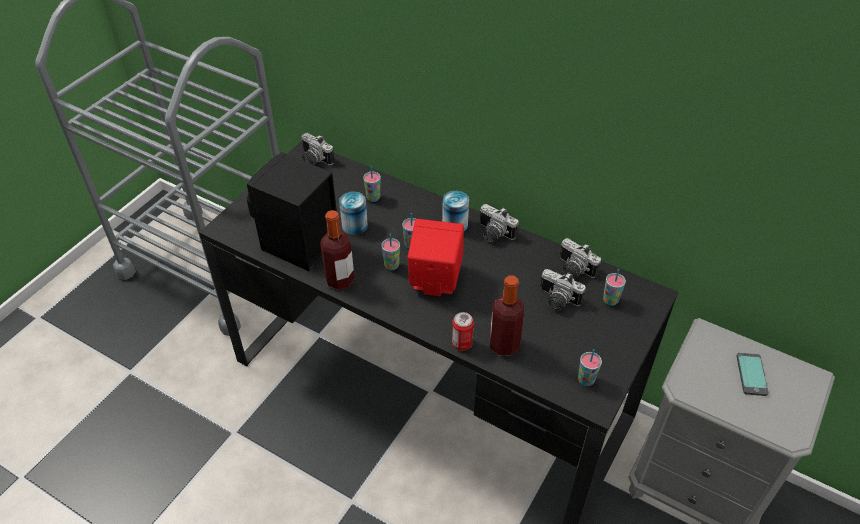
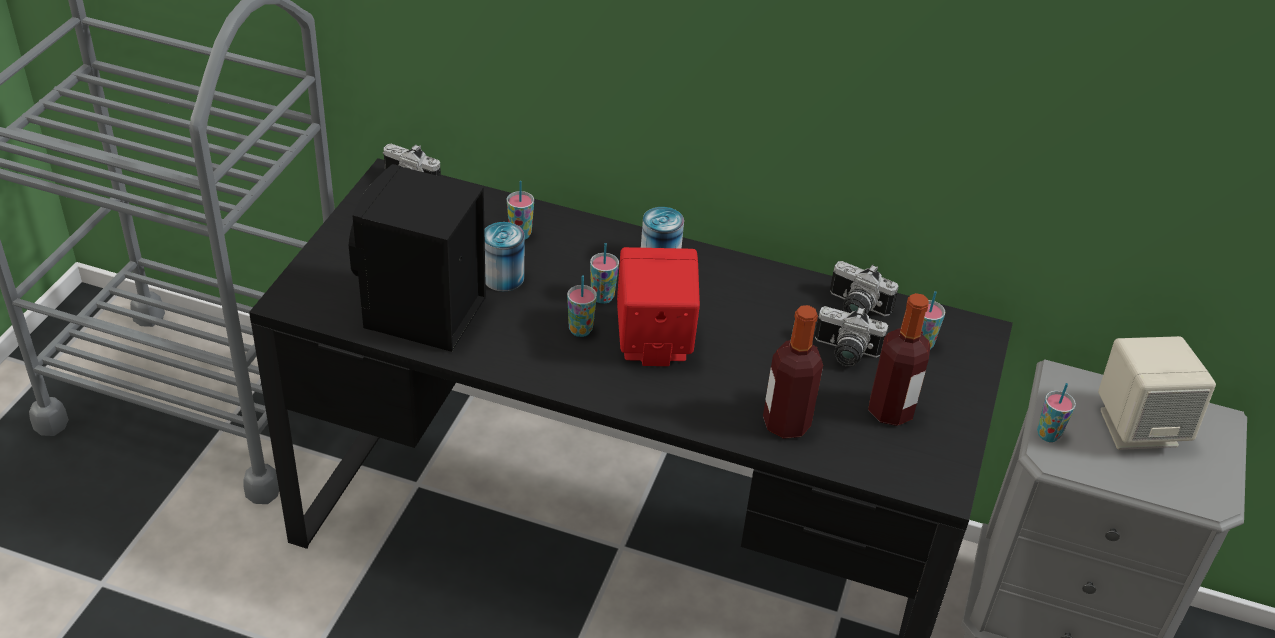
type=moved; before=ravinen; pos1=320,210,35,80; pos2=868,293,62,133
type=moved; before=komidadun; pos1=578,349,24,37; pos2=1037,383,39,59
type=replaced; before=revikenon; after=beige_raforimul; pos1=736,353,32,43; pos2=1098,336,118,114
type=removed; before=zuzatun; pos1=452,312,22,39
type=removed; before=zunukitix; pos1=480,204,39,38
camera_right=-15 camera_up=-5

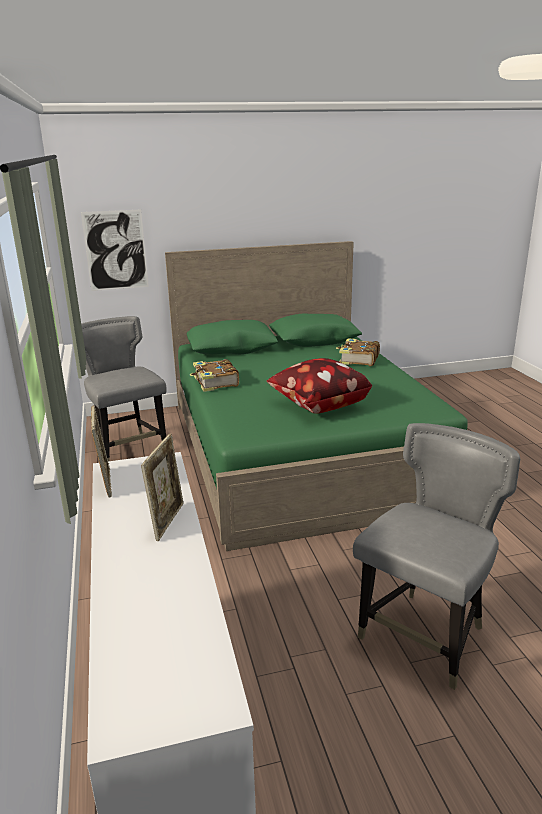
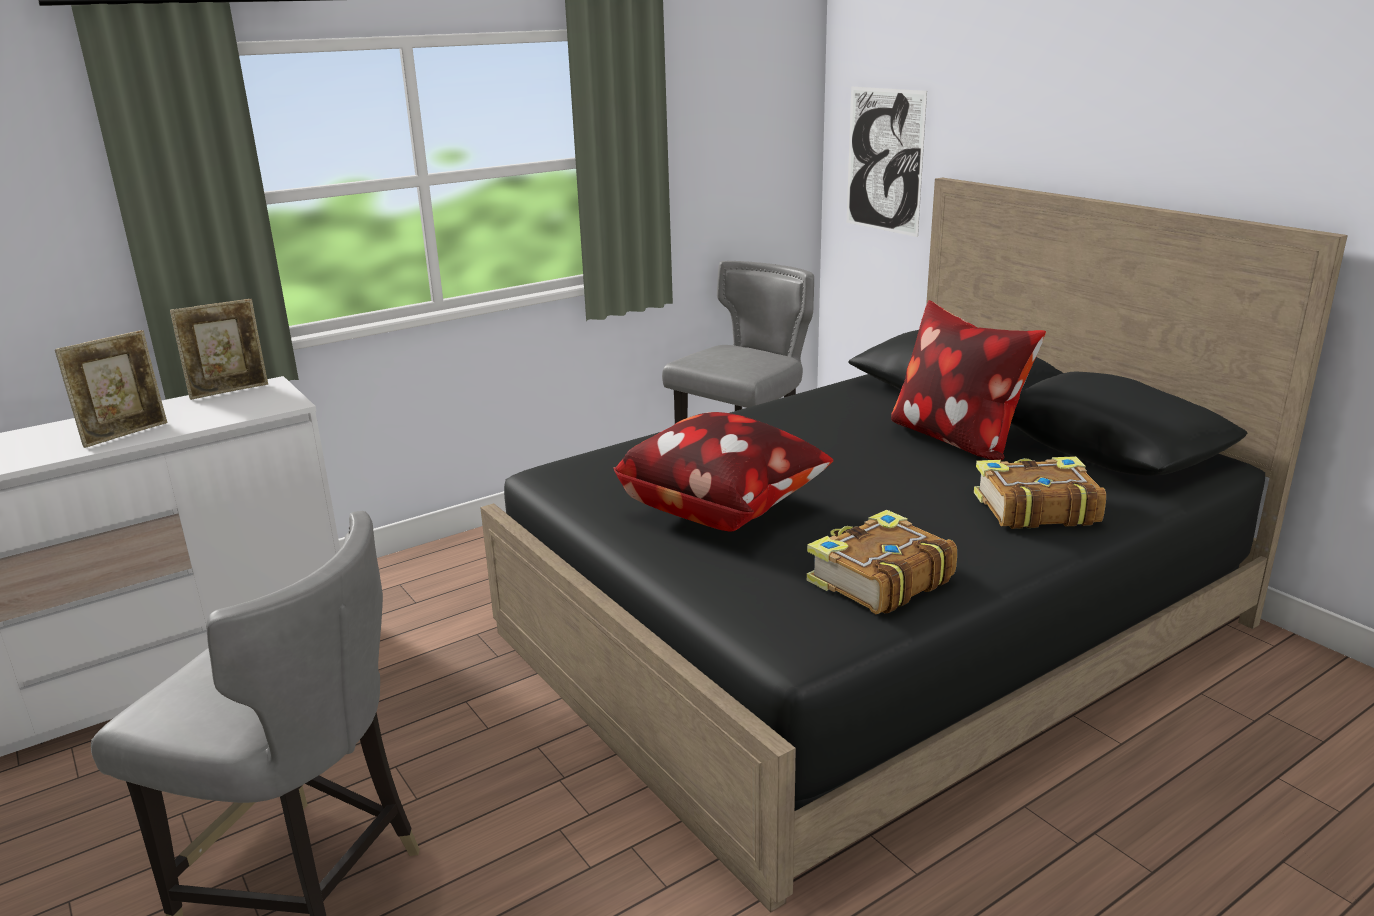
type=turned; before=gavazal; pos1=141,434,43,107; pos2=55,330,112,118; turn=-45
type=recoloured; before=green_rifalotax; after=black_rifalotax; pos1=165,241,303,310; pos2=480,178,868,734
type=moved; before=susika; pos1=190,359,49,33; pos2=807,510,150,104
type=added; after=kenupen; pos2=891,300,155,160
camera_right=70 camera_up=0

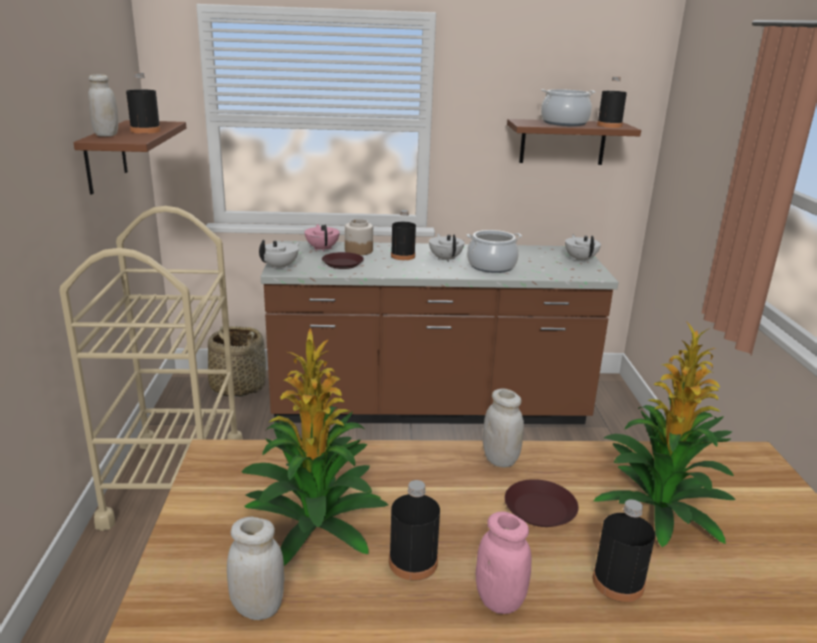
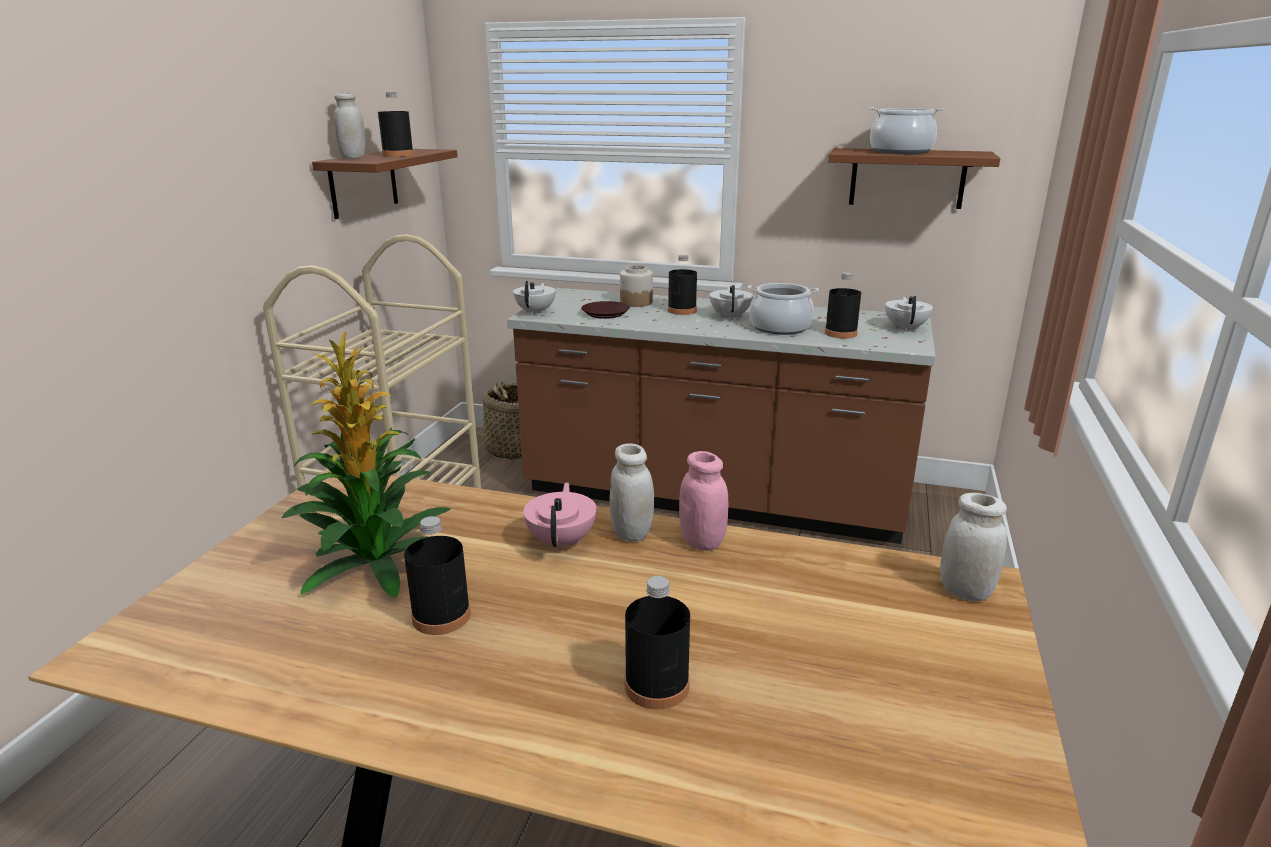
type=turned; before=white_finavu; pos1=259,240,41,29; pos2=513,281,43,34; turn=-45
type=moved; before=pink_finavu; pos1=305,224,35,28; pos2=523,482,74,69
type=moved; before=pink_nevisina; pos1=476,511,55,103; pos2=679,451,49,100
type=moved; before=black_ravinen; pos1=597,76,30,52; pos2=825,272,36,67
type=moved; before=white_nevisina; pos1=227,517,58,103; pos2=940,493,67,108
type=removed; before=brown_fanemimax; pos1=505,479,74,48
type=removed; before=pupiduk; pos1=593,321,143,226
camera_right=20 camera_up=0

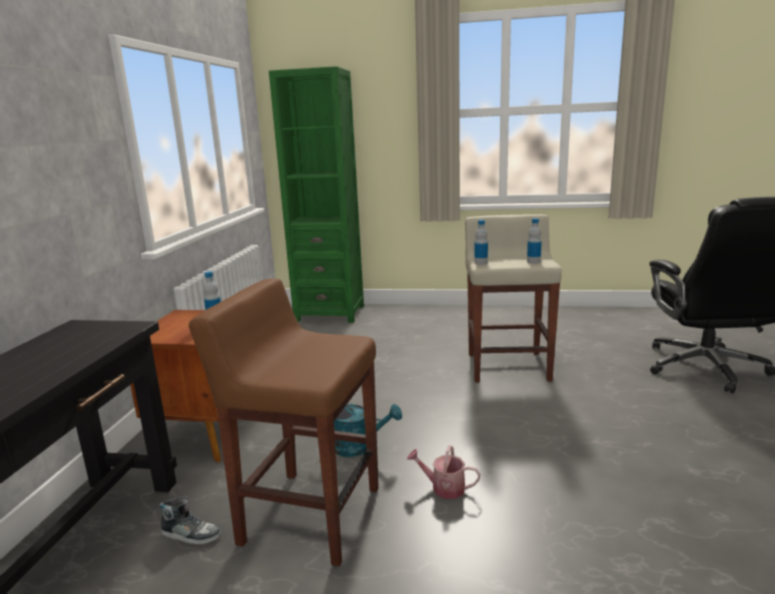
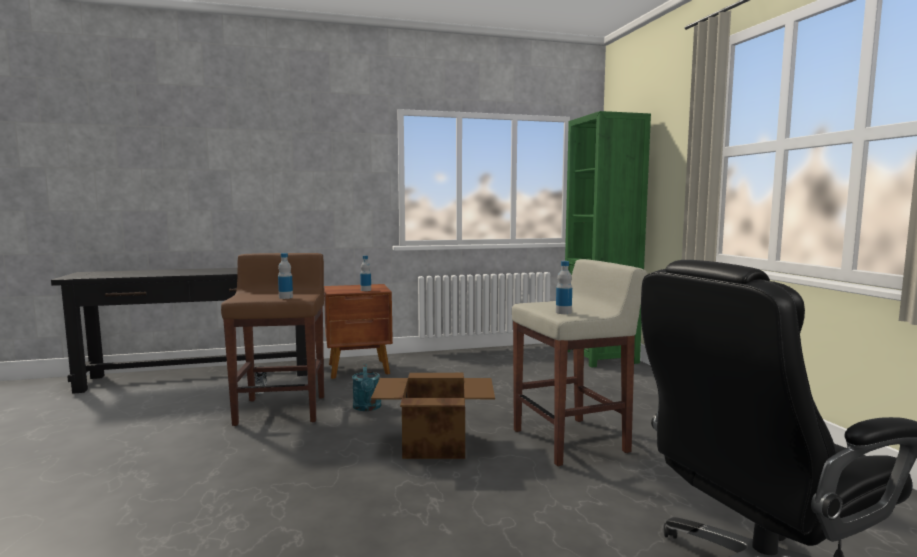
type=moved; before=ravinen; pos1=474,220,14,45; pos2=278,253,15,46
type=added; after=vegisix; pos2=371,373,124,86
type=removed; before=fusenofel; pos1=407,446,73,53
camera_right=65 camera_up=-10

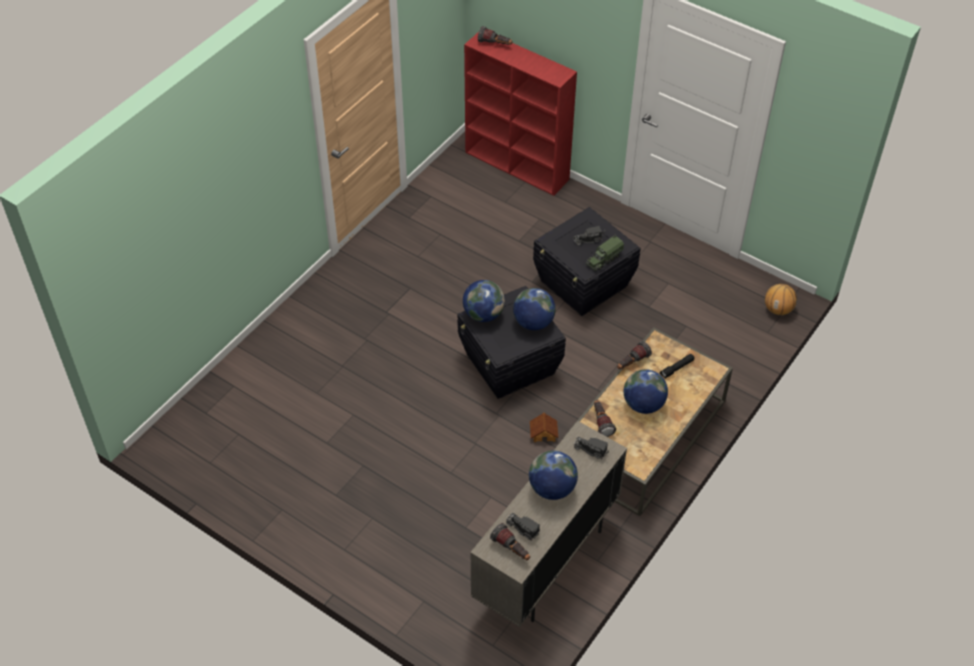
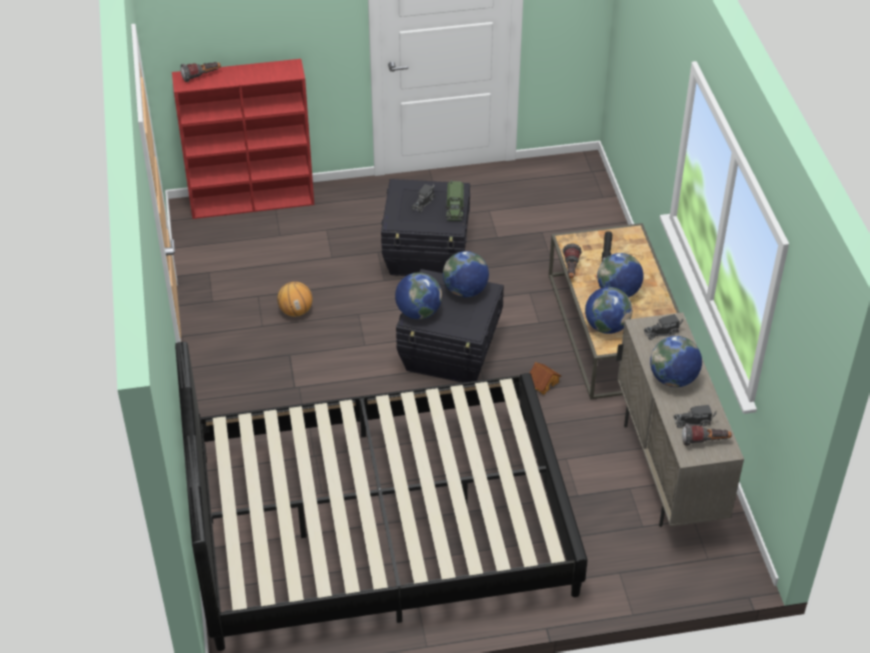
type=added; after=black_rifalotax; pos2=175,342,413,309
type=moved; before=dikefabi; pos1=765,284,32,31; pos2=277,282,36,35
type=replaced; before=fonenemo; after=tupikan; pos1=594,400,22,37; pos2=585,287,47,47
camera_right=-45 camera_up=-5

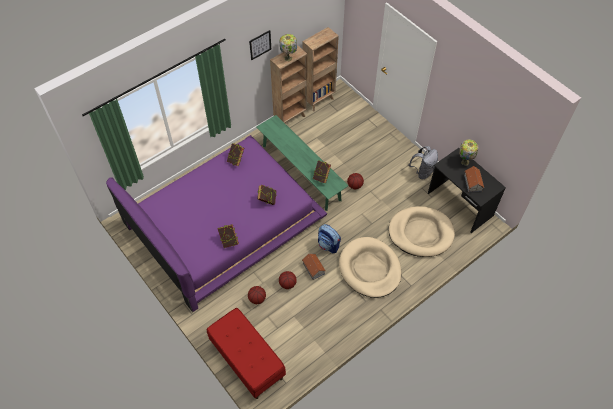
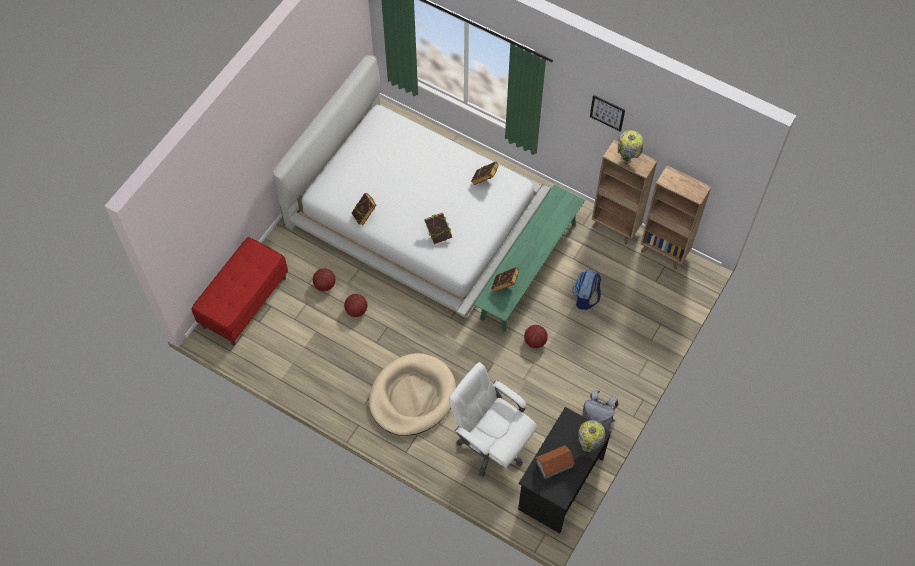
type=recoloured; before=purple_rifalotax; after=white_rifalotax; pos1=106,135,221,177; pos2=273,55,278,263
type=replaced; before=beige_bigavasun; after=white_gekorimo; pos1=388,206,67,51; pos2=449,362,88,114
type=moved; before=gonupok; pos1=318,224,23,29; pos2=572,269,29,41
type=removed; before=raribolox; pos1=302,253,24,27
camera_right=70 camera_up=5

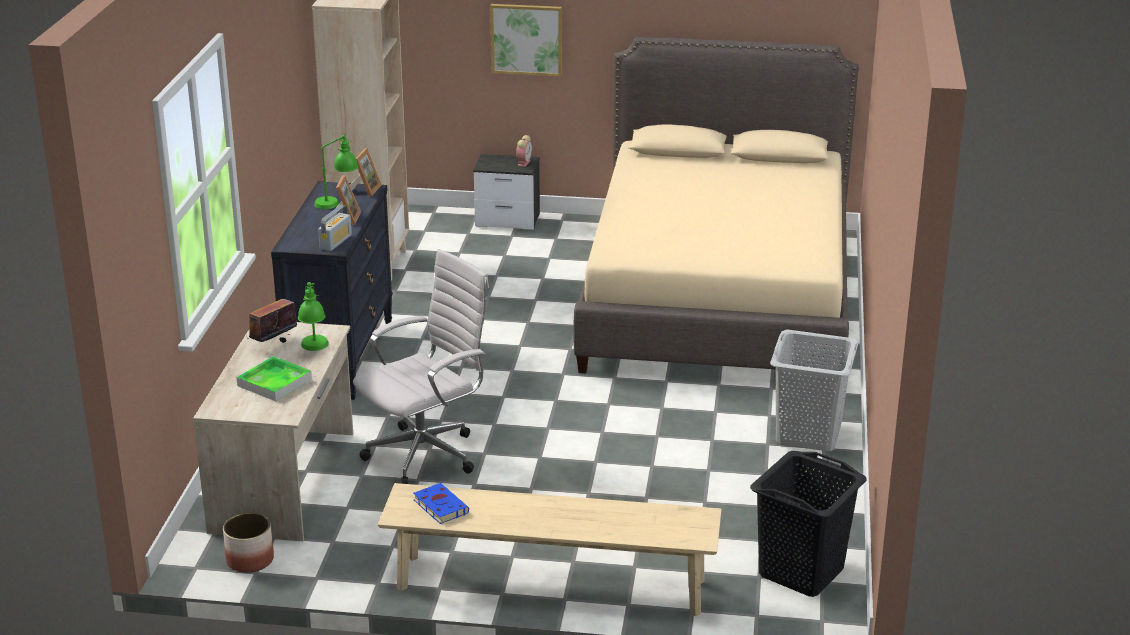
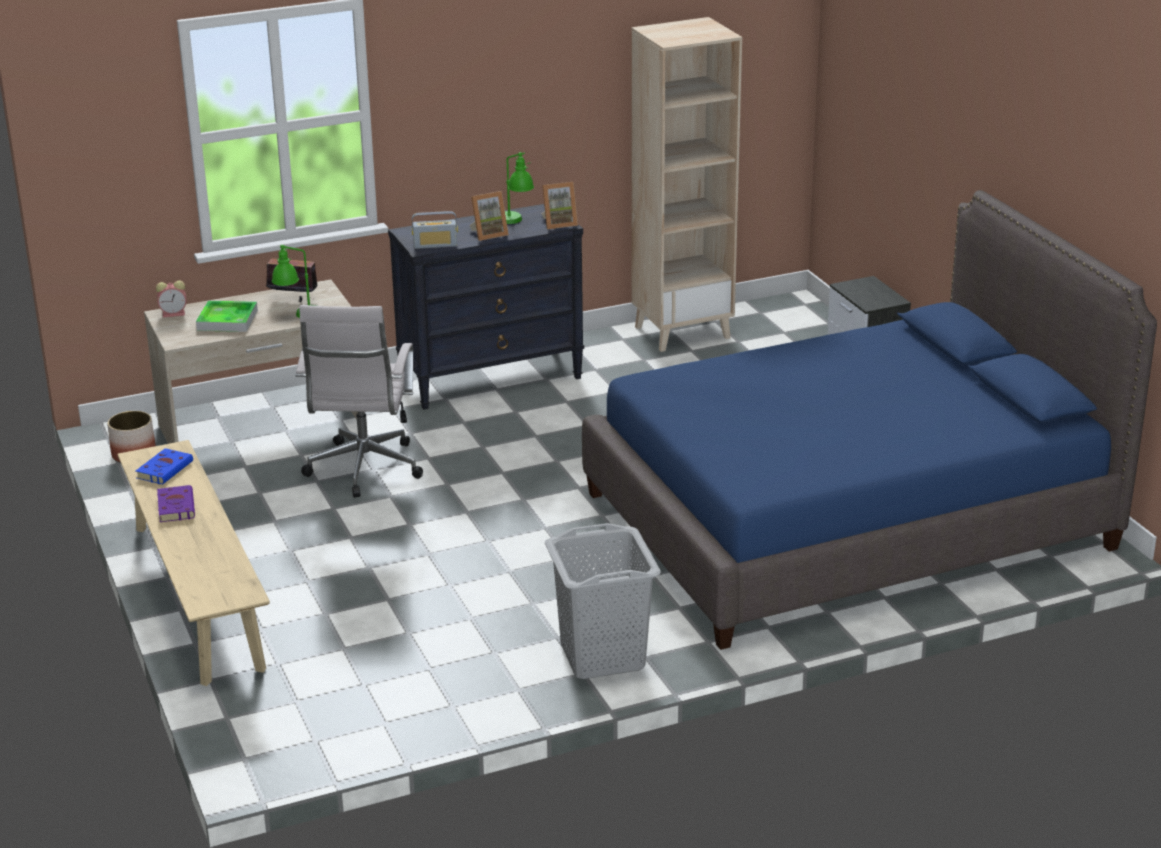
type=moved; before=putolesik; pos1=516,135,16,32; pos2=156,281,30,37
type=added; after=purple_susika; pos2=157,485,38,37
type=turned; before=white_gekorimo; pos1=353,249,136,235; pos2=296,305,127,193; turn=75
type=recoloured; before=beige_rifalotax; after=blue_rifalotax; pos1=573,37,286,336; pos2=582,190,575,460
type=removed; before=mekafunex; pos1=490,4,72,73
type=removed; before=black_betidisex; pos1=750,451,117,146
camera_right=60 camera_up=0

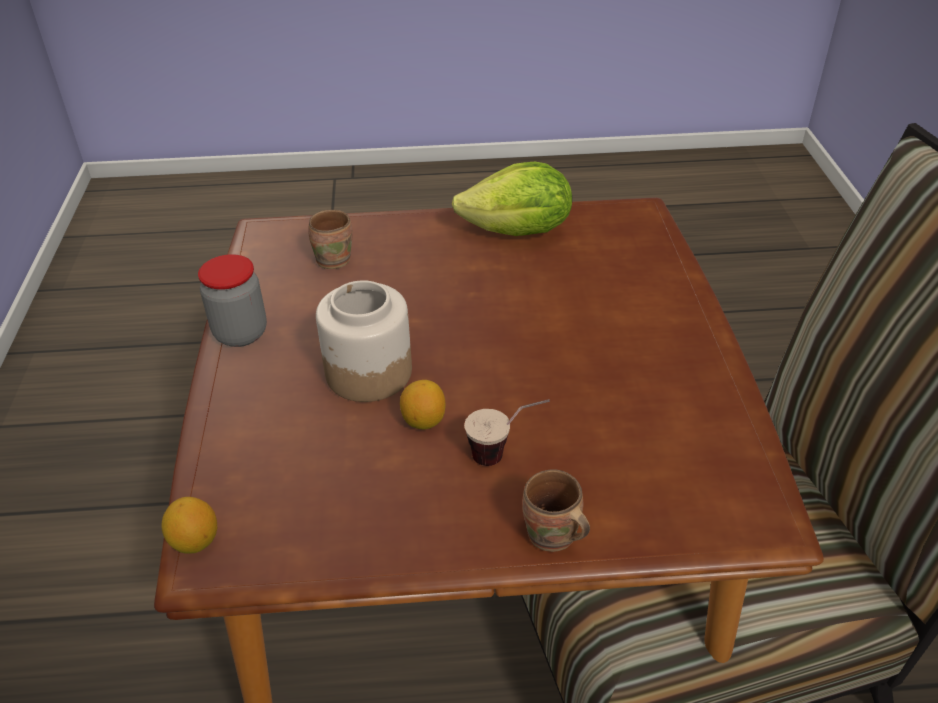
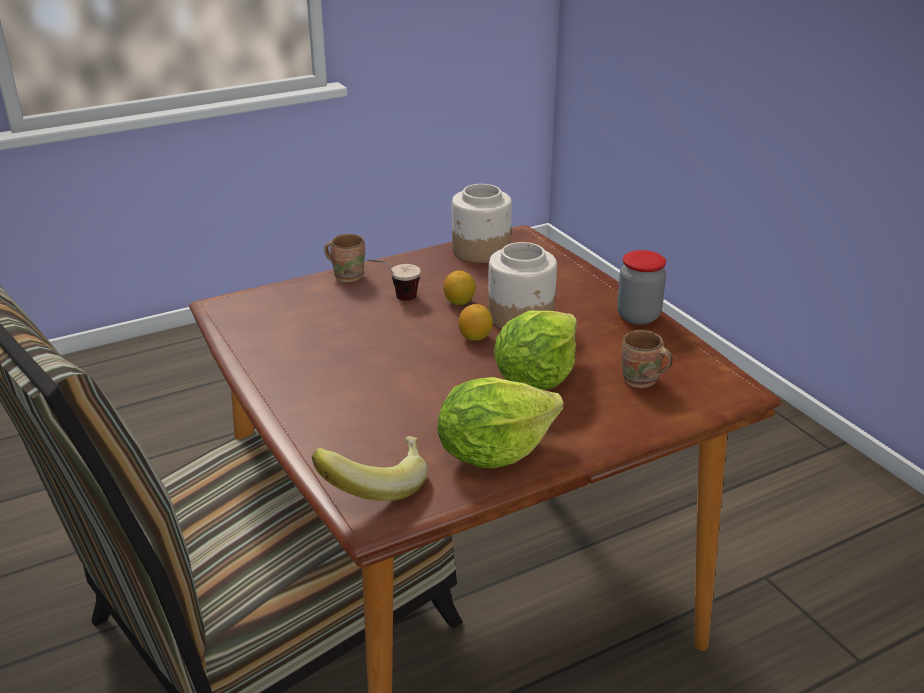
type=added; after=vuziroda; pos2=312,436,116,65
type=added; after=nevisina; pos2=452,184,60,79
type=moved; before=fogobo; pos1=161,497,56,57; pos2=458,304,35,37
type=added; after=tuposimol; pos2=494,310,83,80
camera_right=155 camera_up=-10

